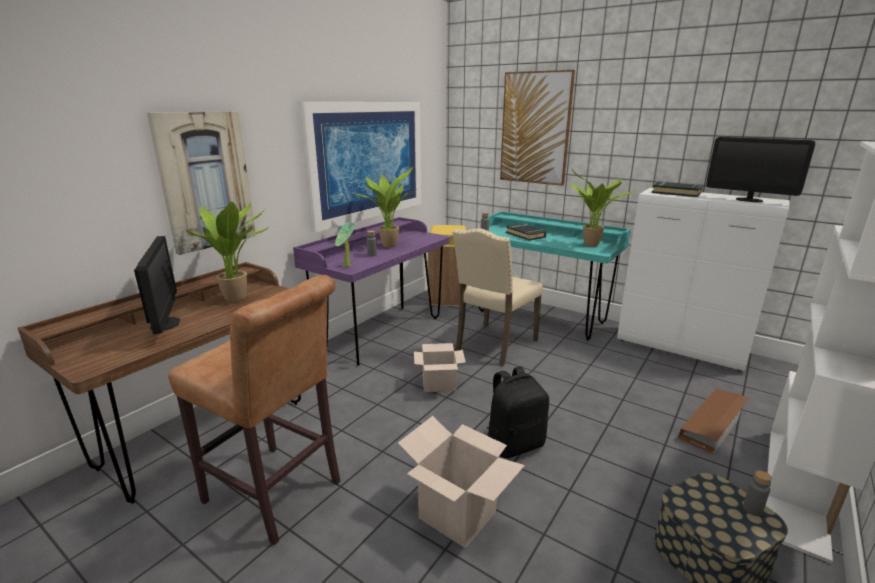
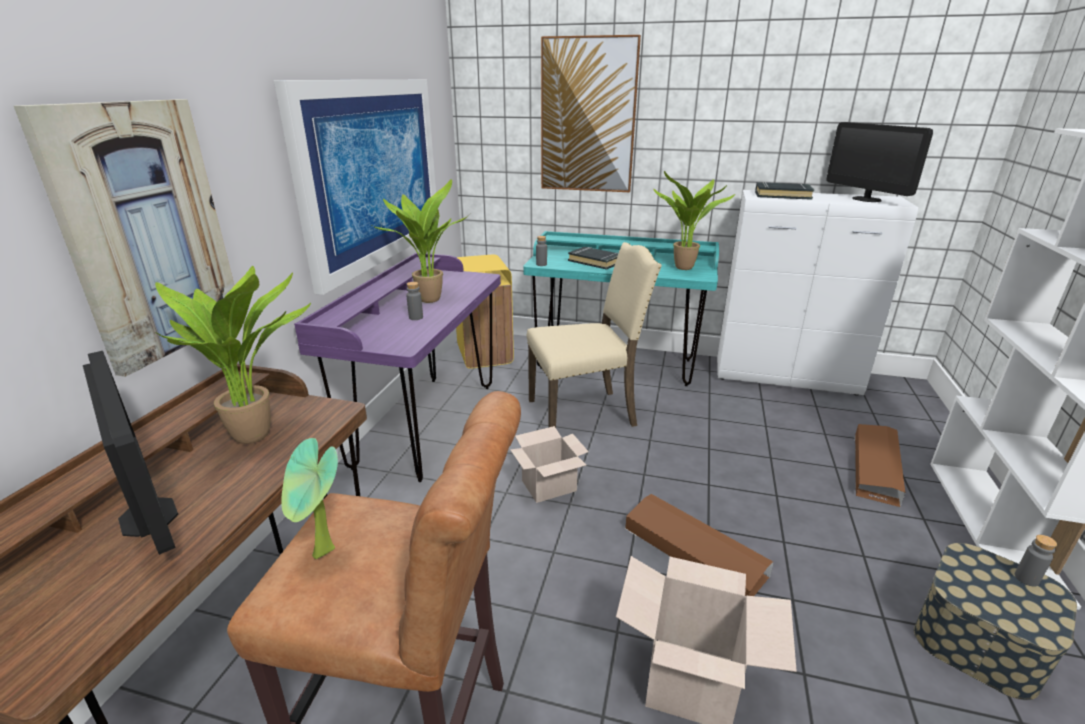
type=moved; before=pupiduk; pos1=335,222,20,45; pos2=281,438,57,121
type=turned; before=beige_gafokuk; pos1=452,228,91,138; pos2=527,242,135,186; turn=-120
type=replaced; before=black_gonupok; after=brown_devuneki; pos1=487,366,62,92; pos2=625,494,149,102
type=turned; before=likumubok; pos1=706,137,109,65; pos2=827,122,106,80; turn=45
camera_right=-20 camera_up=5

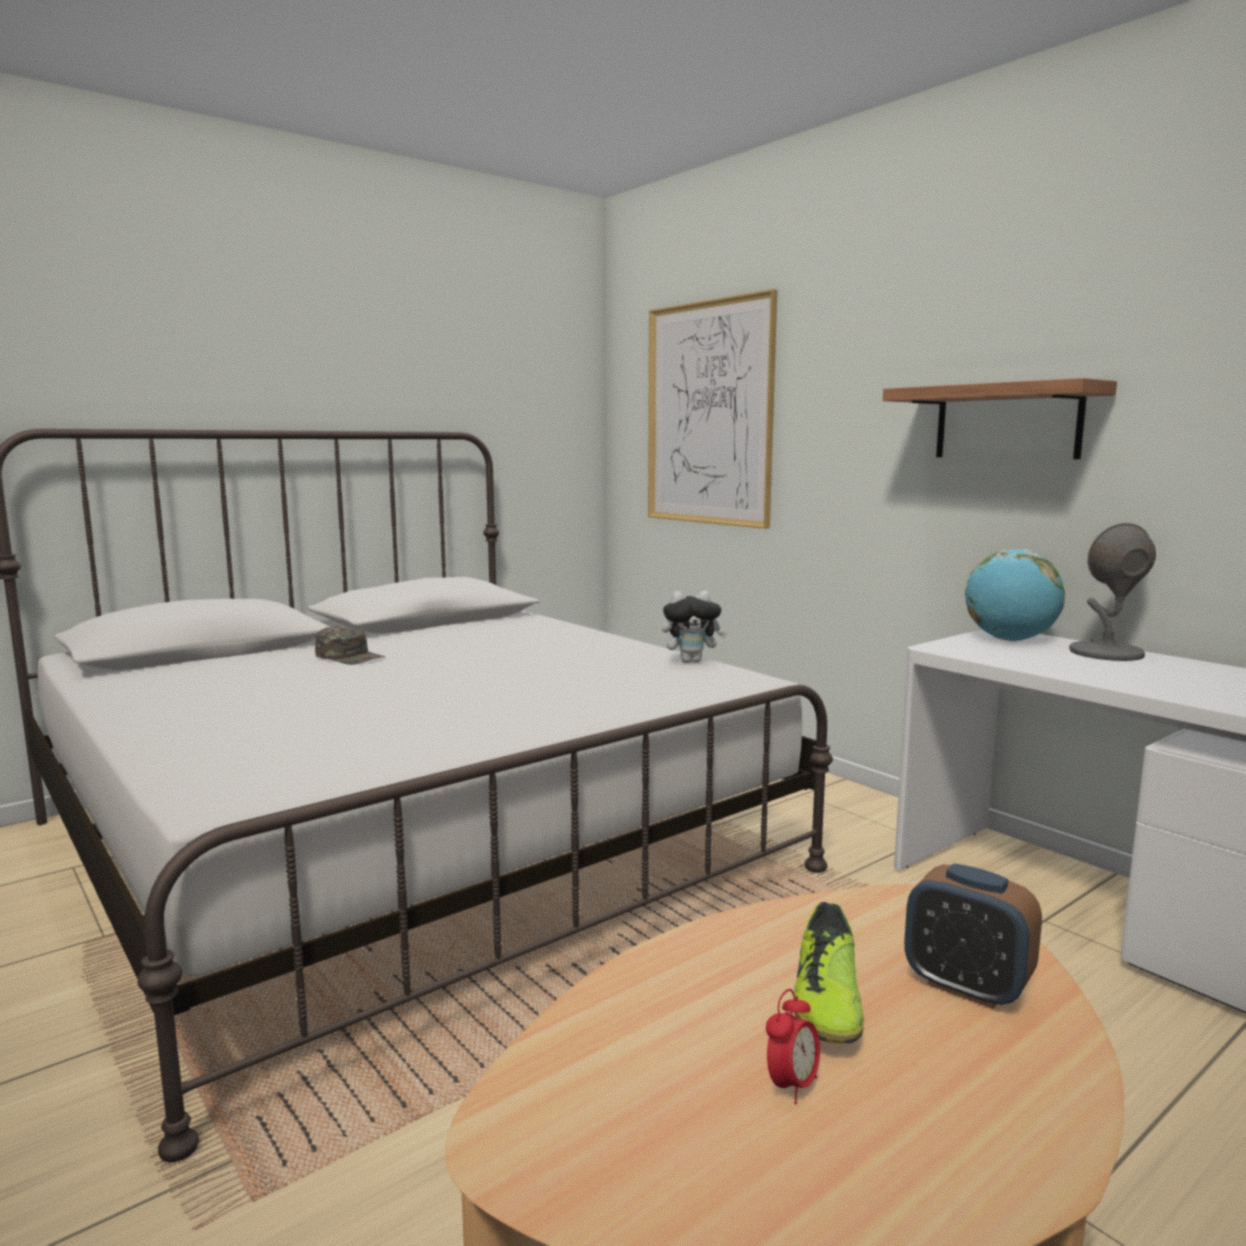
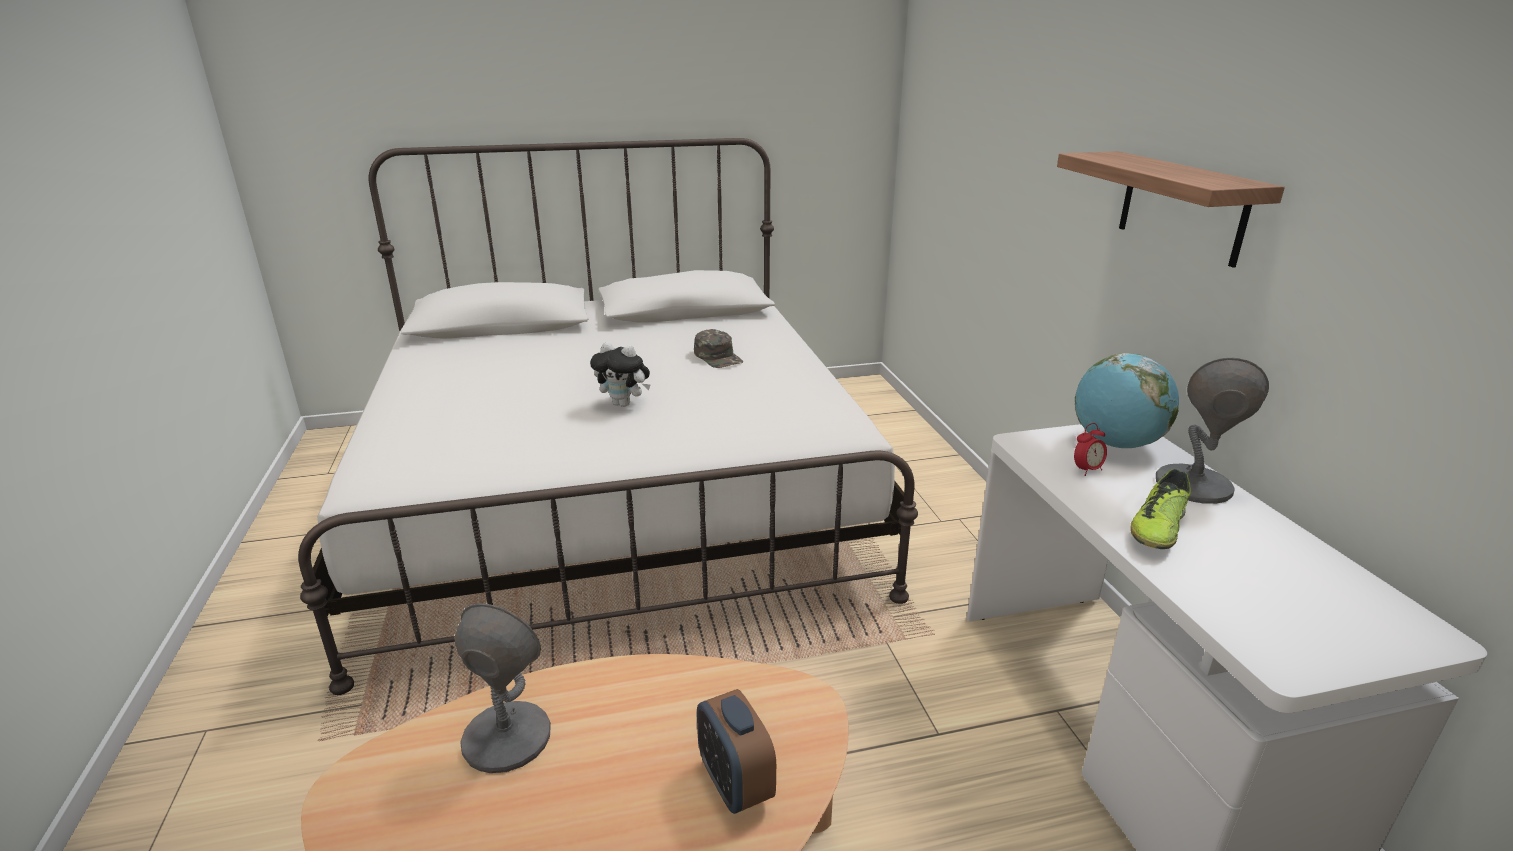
type=added; after=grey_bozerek; pos2=455,604,96,169
type=moved; before=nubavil; pos1=662,591,65,72; pos2=590,342,60,65
type=moved; before=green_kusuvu; pos1=315,626,70,39; pos2=694,329,49,39
type=moved; before=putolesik; pos1=766,989,54,115; pos2=1074,423,33,53
type=moved; before=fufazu; pos1=794,902,70,141; pos2=1130,469,61,80
type=removed; before=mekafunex; pos1=648,289,129,240
camera_right=25 camera_up=15

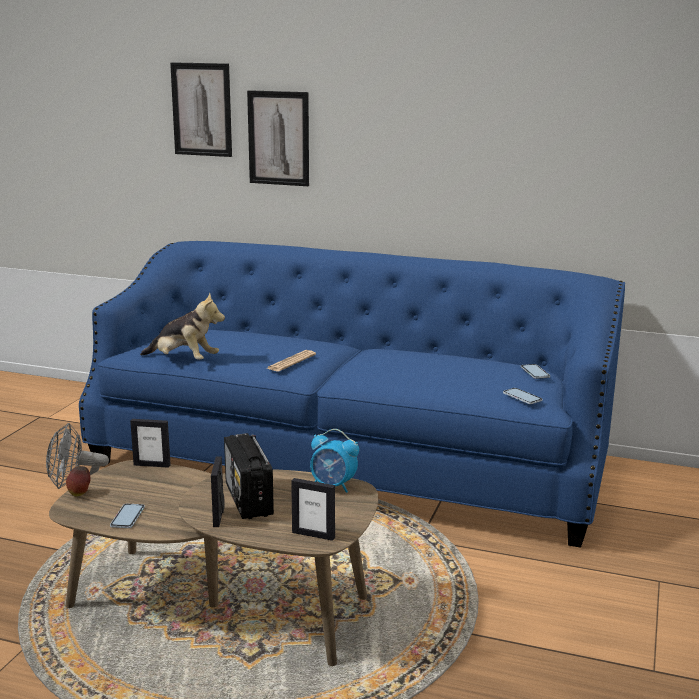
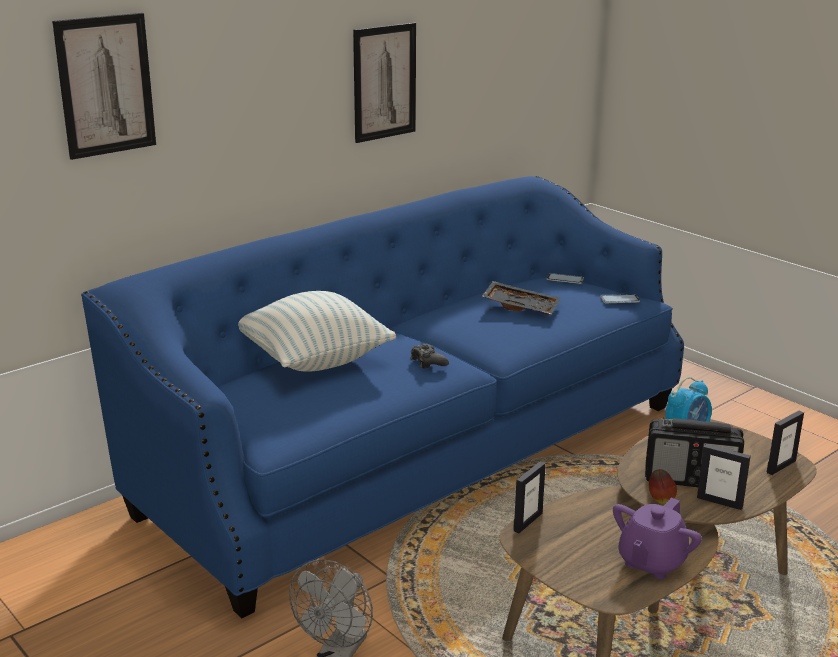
type=added; after=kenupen; pos2=238,291,158,81
type=moved; before=mekafunex; pos1=247,90,62,96; pos2=353,22,63,121
type=replaced; before=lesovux; after=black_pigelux; pos1=267,350,49,22; pos2=410,344,39,25
type=added; after=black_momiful; pos2=482,281,78,34
type=replaced; before=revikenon; after=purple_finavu; pos1=110,503,35,25; pos2=613,498,89,81
type=moved; before=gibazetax; pos1=66,466,24,30; pos2=649,469,28,35
type=removed; before=nubavil; pos1=140,293,85,67
camera_right=-60 camera_up=5

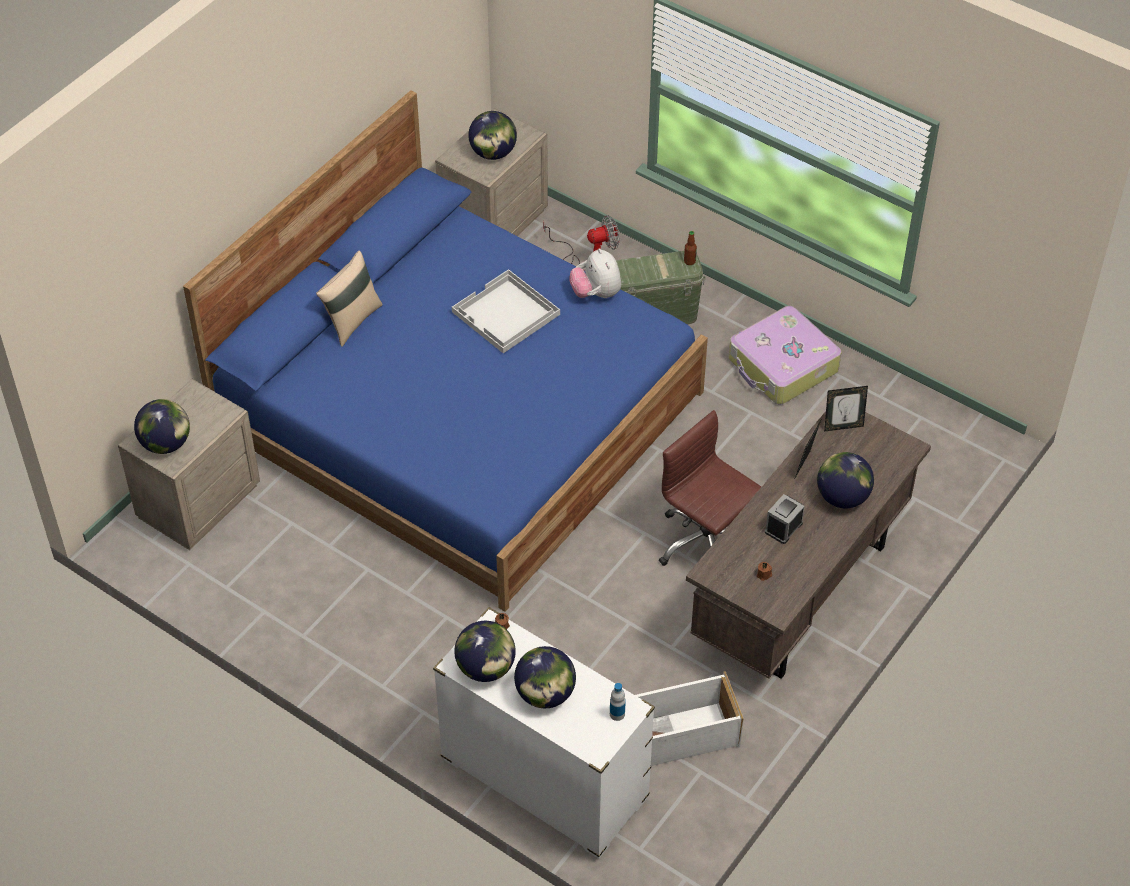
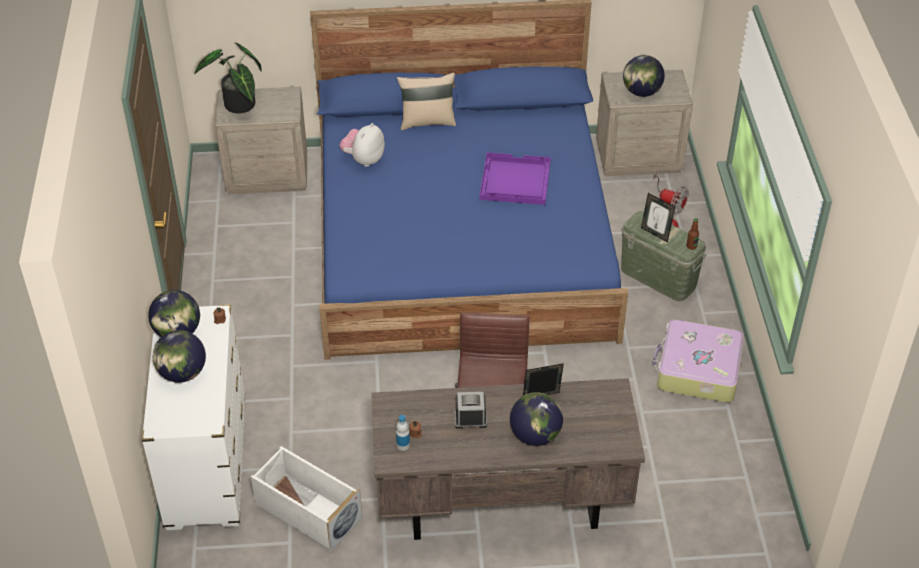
type=replaced; before=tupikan; after=pupiduk; pos1=134,399,56,55; pos2=194,43,68,70
type=moved; before=nubavil; pos1=569,248,52,50; pos2=340,123,45,44
type=moved; before=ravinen; pos1=610,683,16,38; pos2=396,415,14,36
type=recoloured; before=white_momiful; after=purple_momiful; pos1=452,269,108,84; pos2=480,152,71,53
type=moved; before=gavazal; pos1=824,386,44,45; pos2=641,193,34,50
camera_right=50 camera_up=-5

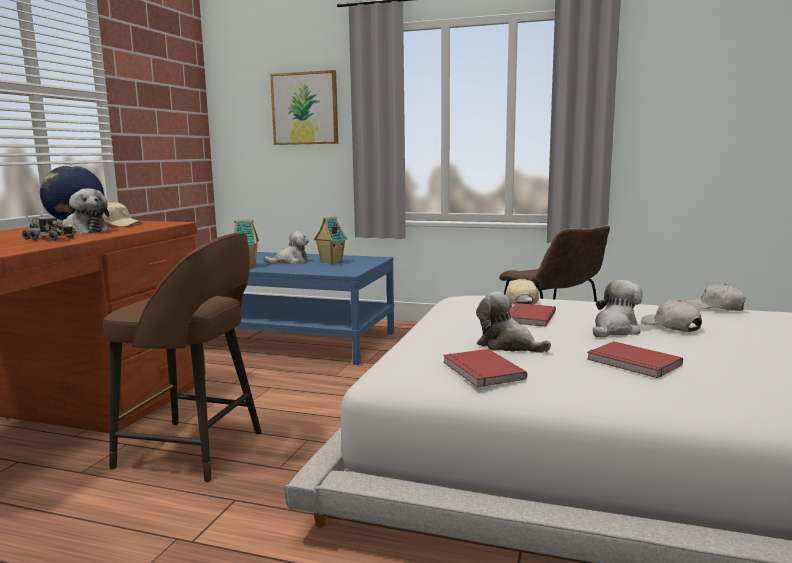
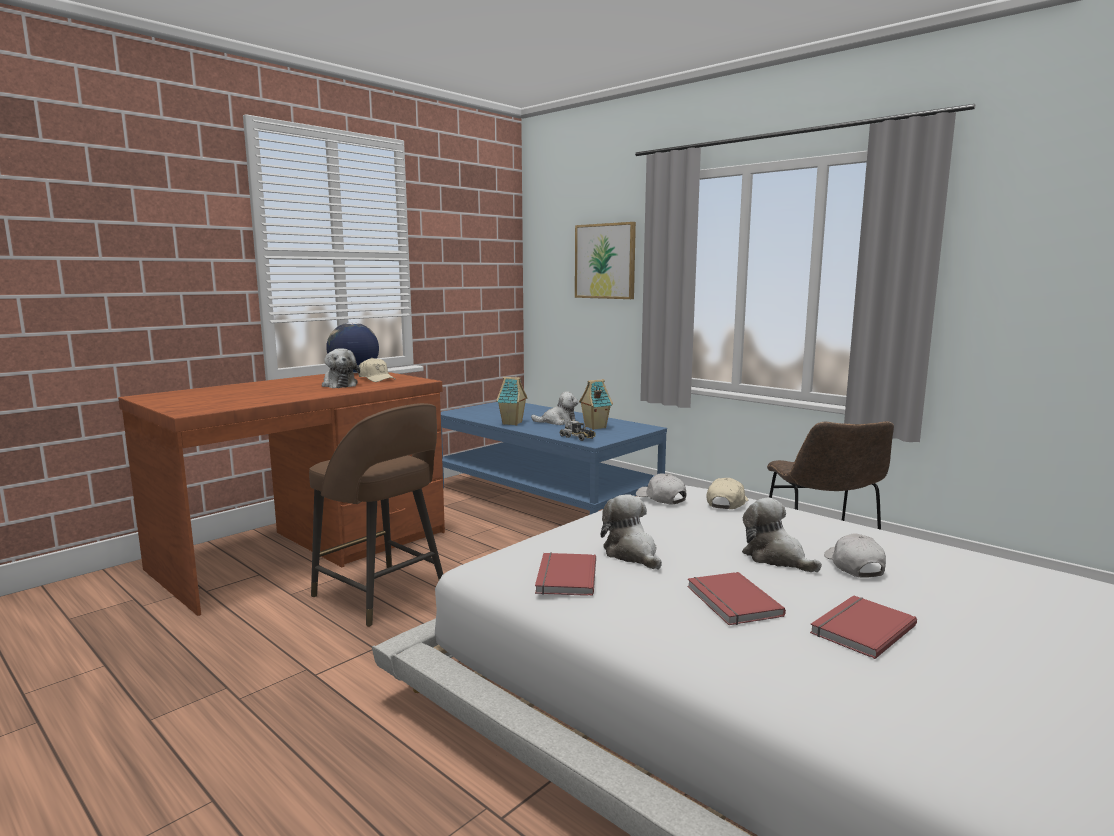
type=moved; before=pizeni; pos1=22,215,54,26; pos2=560,418,36,23
type=moved; before=white_kusuvu; pos1=686,284,60,27; pos2=636,473,51,32
type=turned; before=nubavil; pos1=593,280,50,58; pos2=742,498,80,74; turn=-105
type=moved; before=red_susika; pos1=510,303,46,24; pos2=810,595,107,64
camera_right=25 camera_up=0

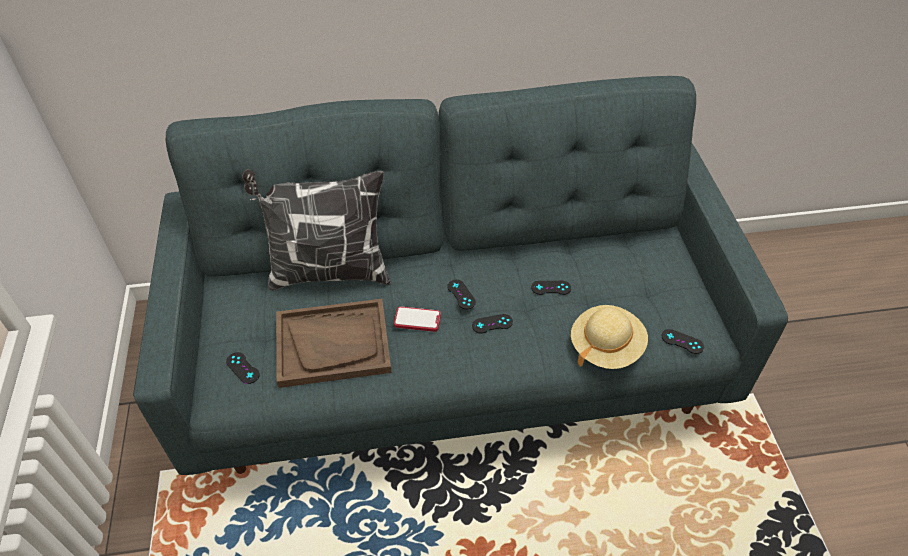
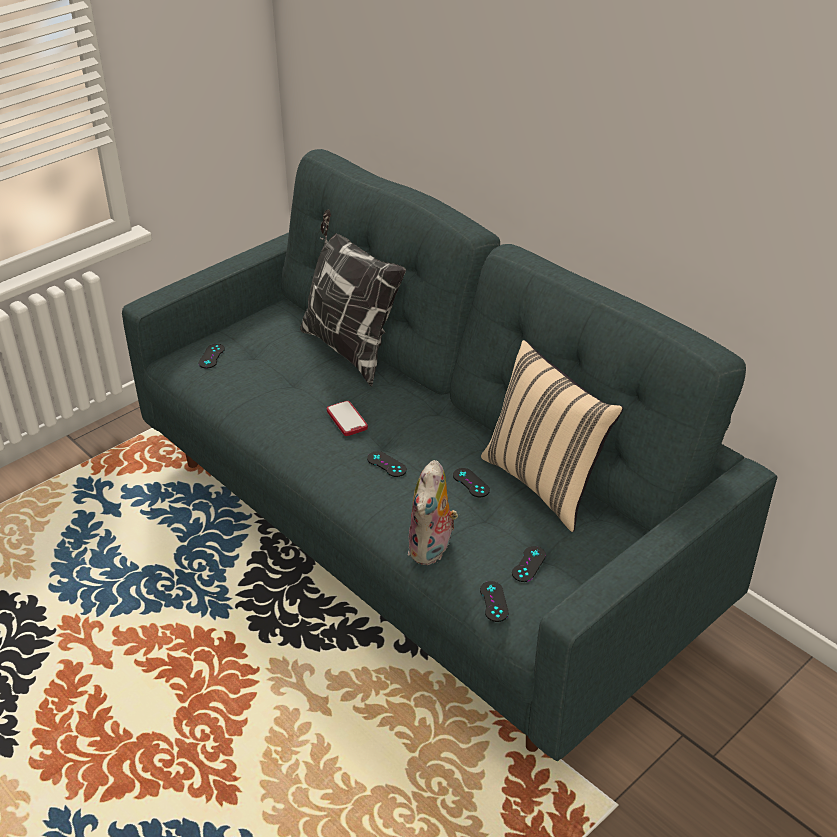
type=replaced; before=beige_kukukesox; after=nubavil; pos1=571,305,77,64; pos2=408,460,50,105
type=added; after=beige_kenupen; pos2=481,340,142,192
type=moved; before=black_pigelux; pos1=447,280,29,29; pos2=512,546,34,36
type=removed; before=brown_momiful; pos1=276,299,116,89
camera_right=55 camera_up=-10

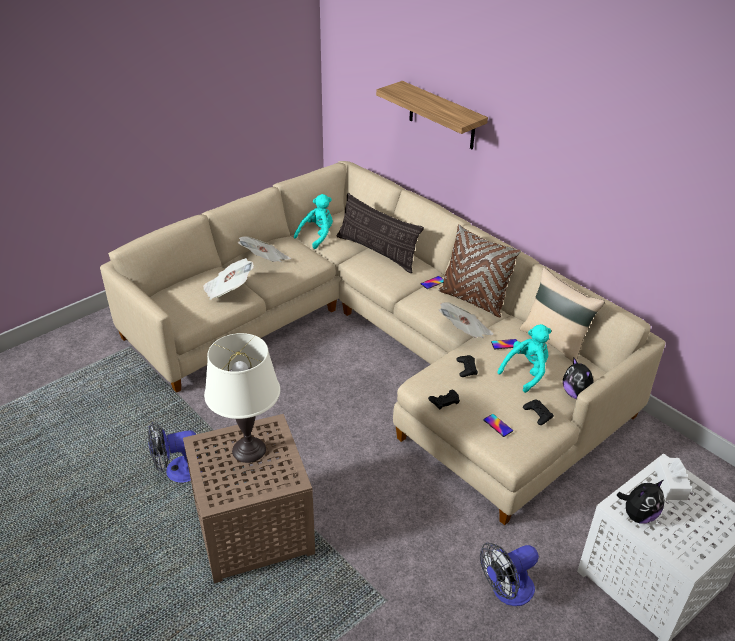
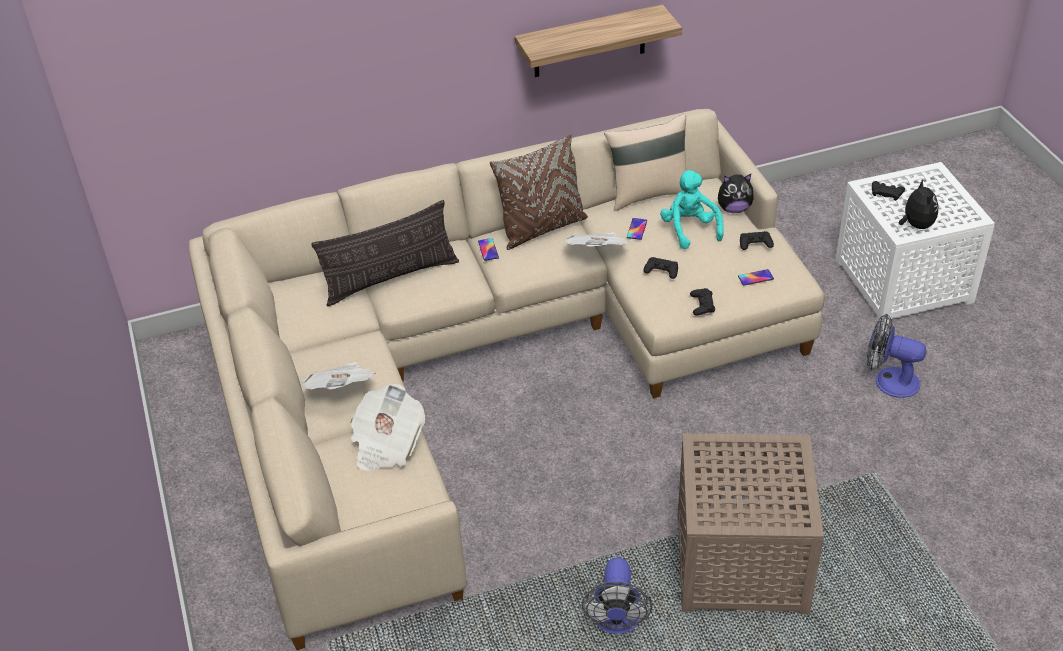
type=moved; before=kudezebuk; pos1=376,81,112,68; pos2=515,4,167,73
type=turned; before=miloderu; pos1=480,543,59,63; pos2=867,314,60,84; turn=120
type=replaced; before=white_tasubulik; after=black_pigelux; pos1=655,457,37,43; pos2=872,181,33,19
type=removed; before=white_bozerek; pos1=204,333,76,130
type=removed; before=turquoise_nubavil; pos1=294,194,39,55
camera_right=-65 camera_up=5

